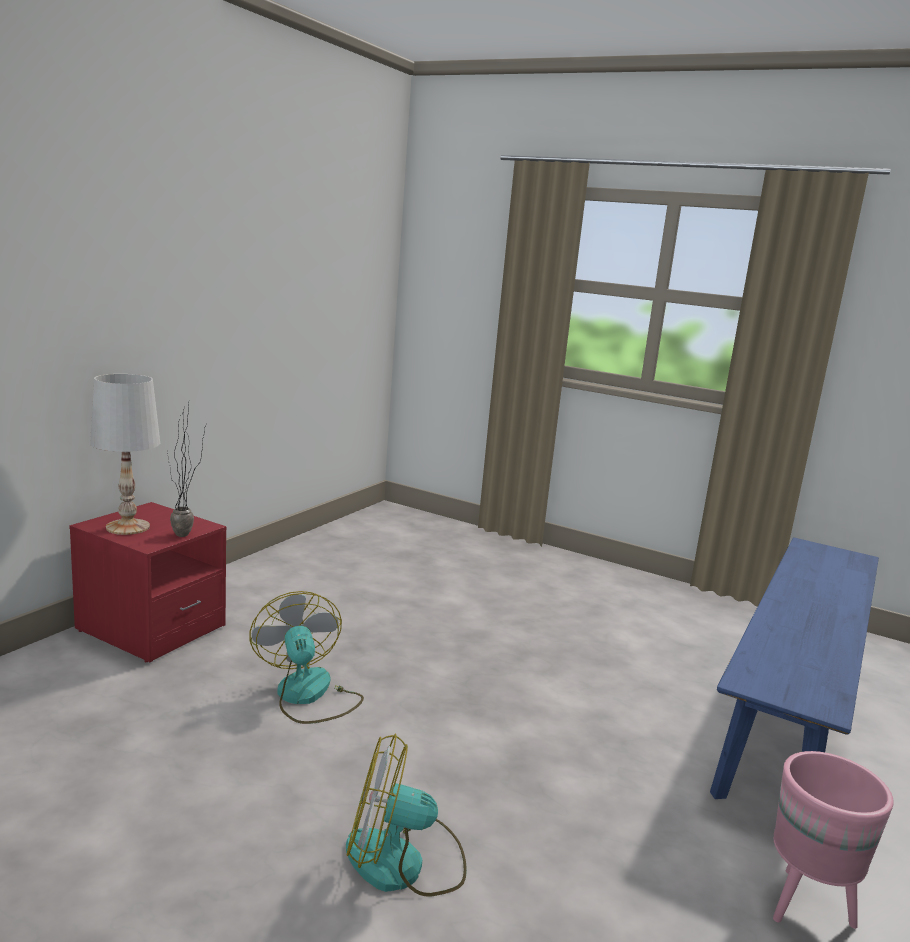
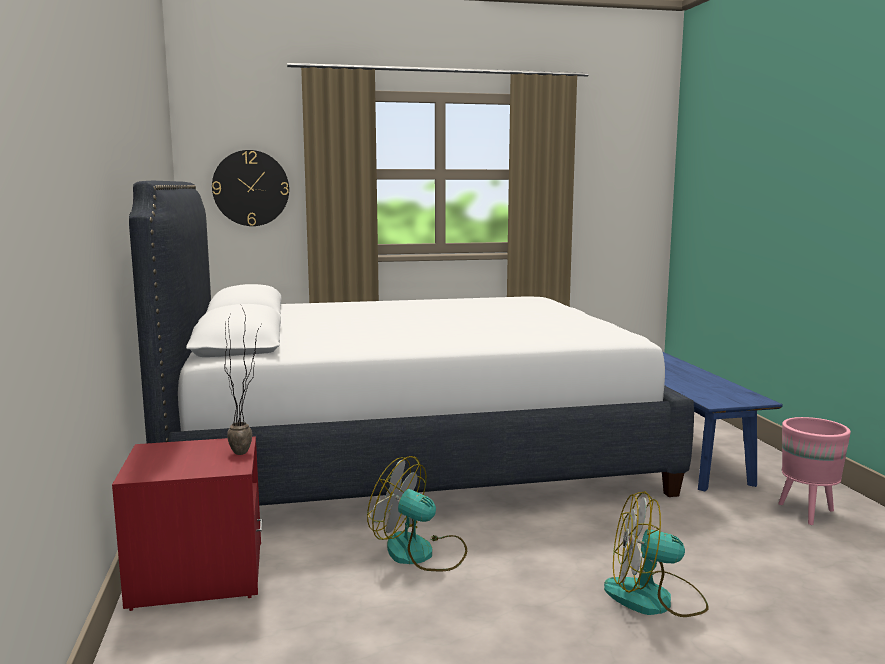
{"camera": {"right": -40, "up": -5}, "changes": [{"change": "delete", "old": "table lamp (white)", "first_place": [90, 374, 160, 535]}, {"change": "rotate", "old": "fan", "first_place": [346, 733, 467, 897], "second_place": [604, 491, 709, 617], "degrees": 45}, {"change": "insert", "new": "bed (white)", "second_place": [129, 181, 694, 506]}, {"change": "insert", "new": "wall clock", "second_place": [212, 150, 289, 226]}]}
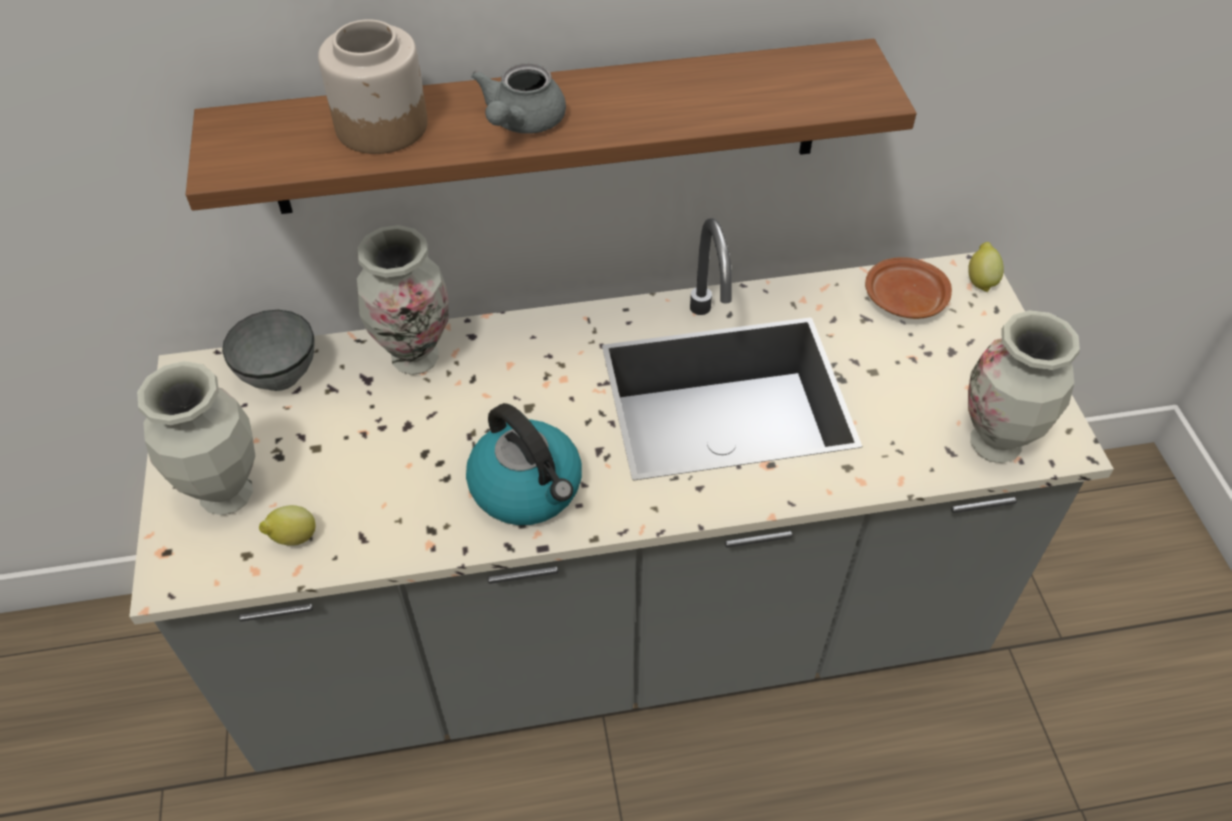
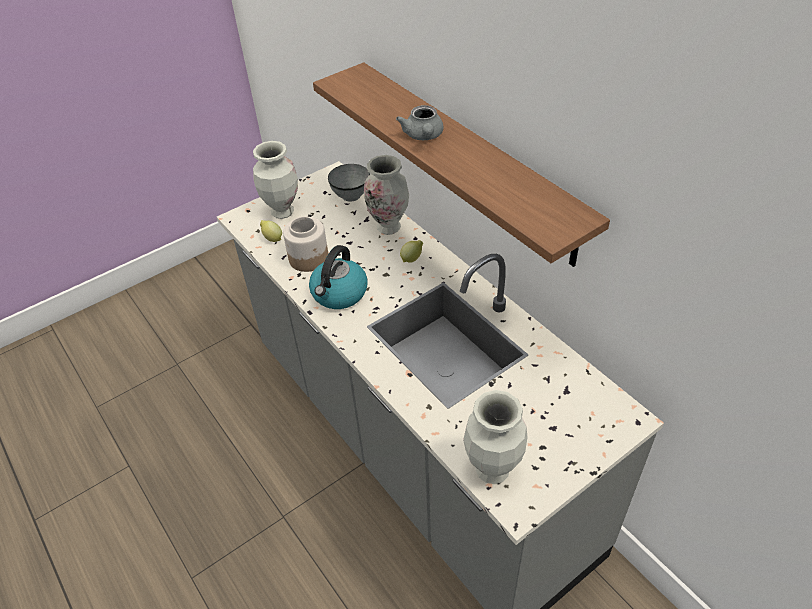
{"camera": {"right": 65, "up": -5}, "changes": [{"change": "move", "old": "jar", "first_place": [318, 19, 428, 154], "second_place": [283, 216, 328, 272]}, {"change": "rotate", "old": "teapot (grey)", "first_place": [471, 63, 566, 134], "second_place": [396, 105, 444, 140], "degrees": -90}, {"change": "delete", "old": "plate (brown)", "first_place": [865, 257, 952, 319]}, {"change": "move", "old": "lemon", "first_place": [968, 242, 1004, 292], "second_place": [400, 240, 423, 263]}]}
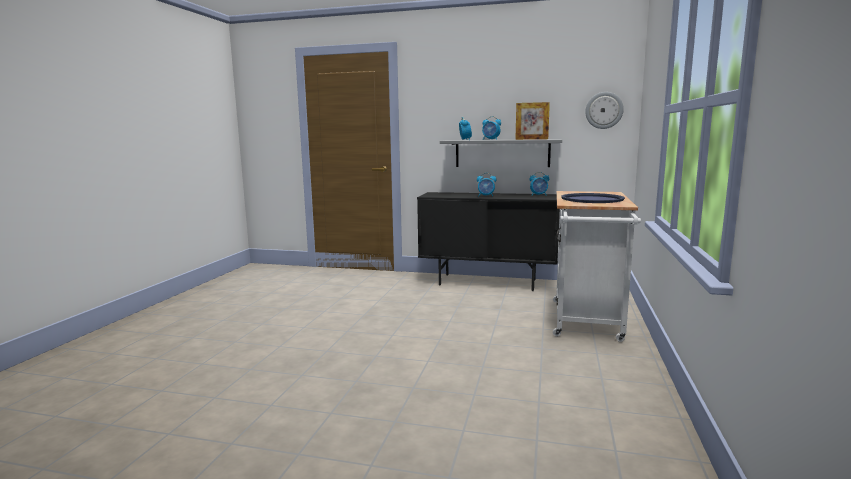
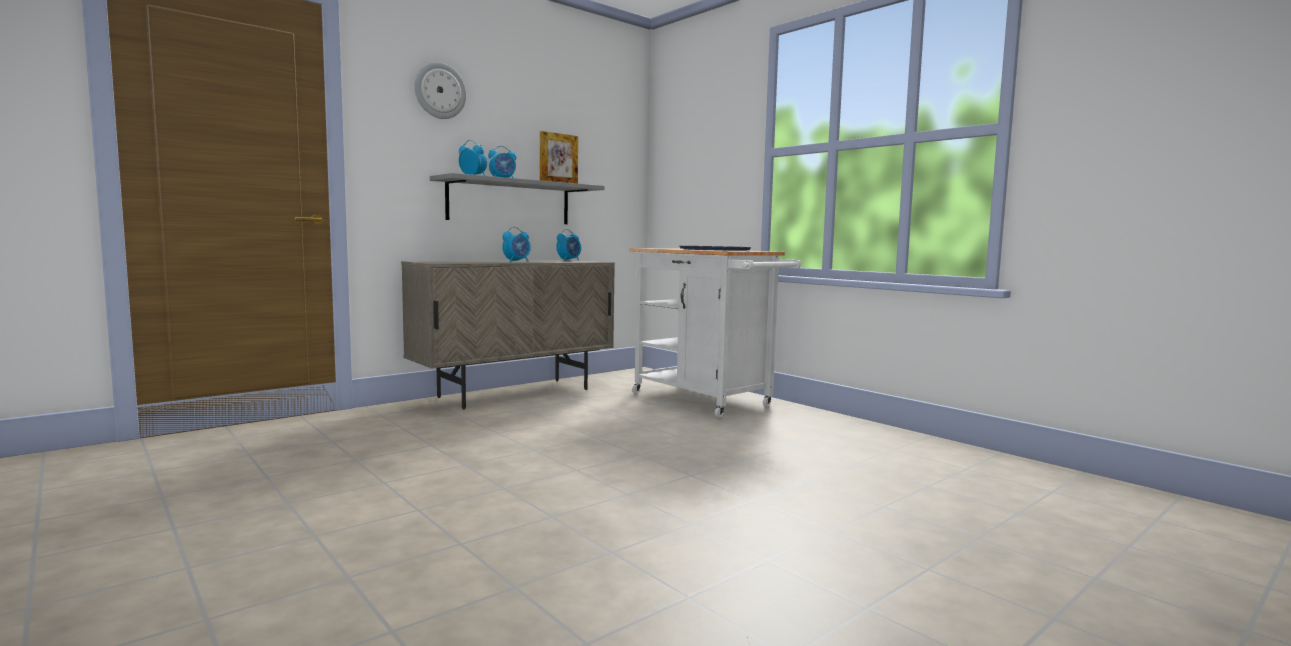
{"camera": {"right": -55, "up": -5}, "changes": [{"change": "recolor", "old": "cabinet (black)", "new": "cabinet (beige)", "first_place": [417, 192, 560, 291], "second_place": [401, 260, 615, 409]}, {"change": "move", "old": "wall clock", "first_place": [585, 92, 624, 129], "second_place": [414, 62, 466, 119]}]}
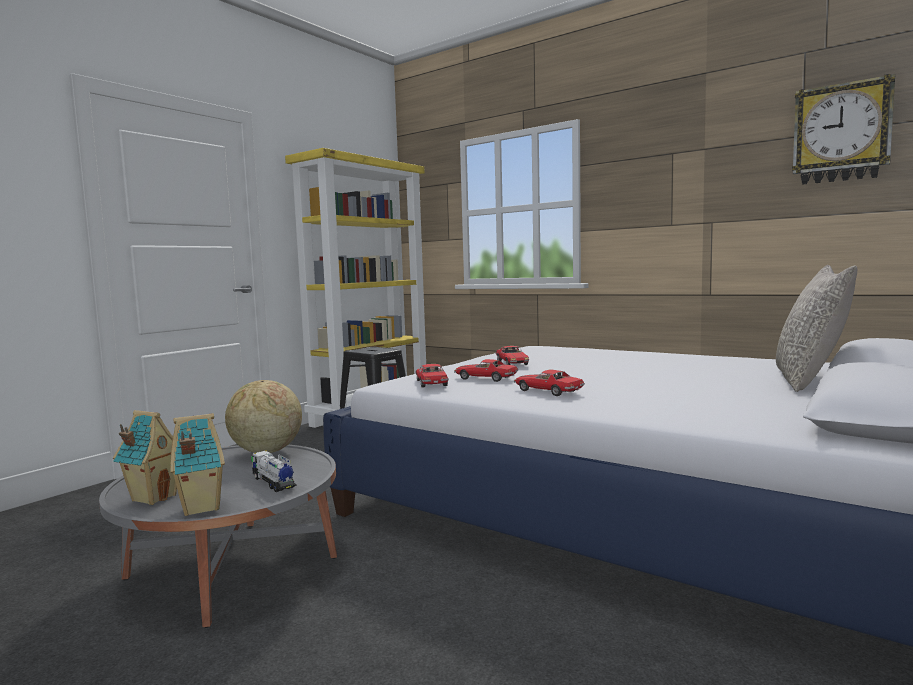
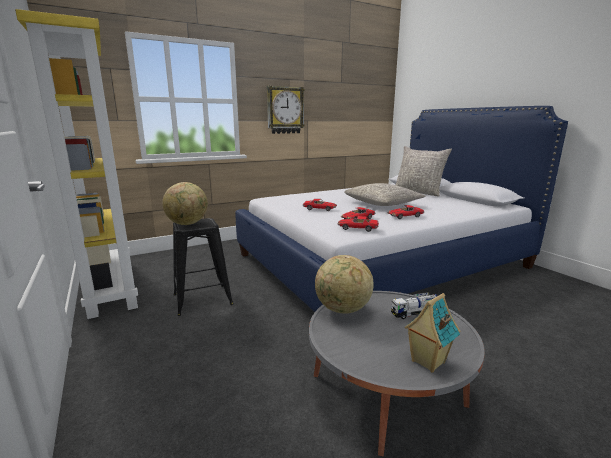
{"camera": {"right": -65, "up": 10}, "changes": [{"change": "delete", "old": "toy house", "first_place": [170, 413, 225, 516]}, {"change": "move", "old": "wall clock", "first_place": [792, 74, 895, 184], "second_place": [267, 86, 305, 134]}, {"change": "insert", "new": "globe", "second_place": [162, 182, 208, 225]}, {"change": "insert", "new": "pillow (grey)", "second_place": [344, 183, 426, 206]}]}
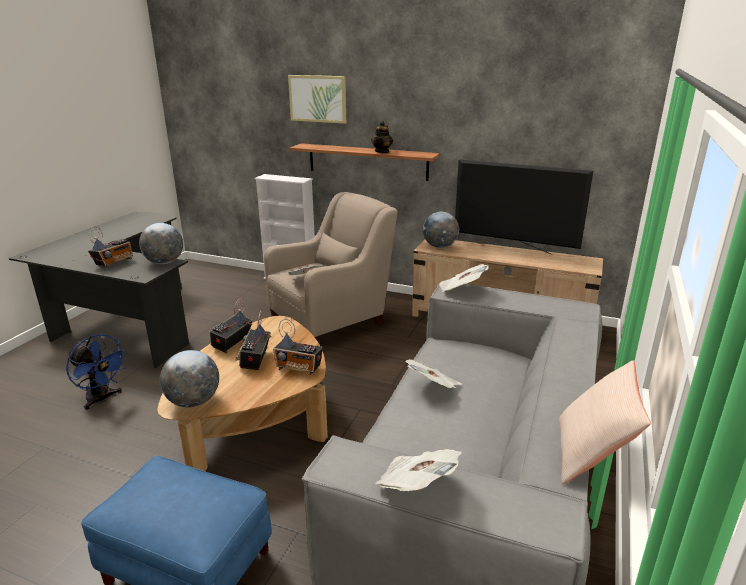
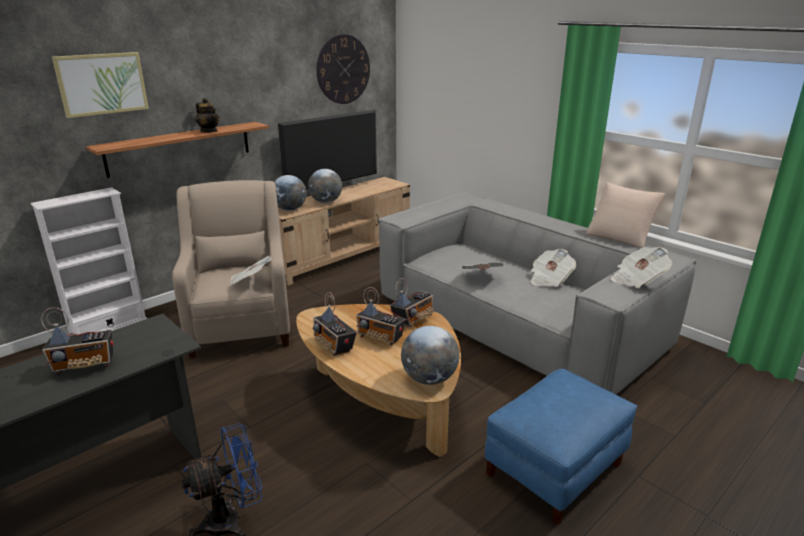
{"camera": {"right": -65, "up": 0}, "changes": [{"change": "rotate", "old": "radio", "first_place": [88, 226, 133, 268], "second_place": [41, 307, 113, 376], "degrees": 105}, {"change": "move", "old": "globe", "first_place": [139, 223, 183, 264], "second_place": [308, 169, 342, 203]}, {"change": "move", "old": "newspaper", "first_place": [440, 264, 489, 292], "second_place": [531, 249, 576, 287]}, {"change": "insert", "new": "wall clock", "second_place": [316, 34, 370, 104]}]}
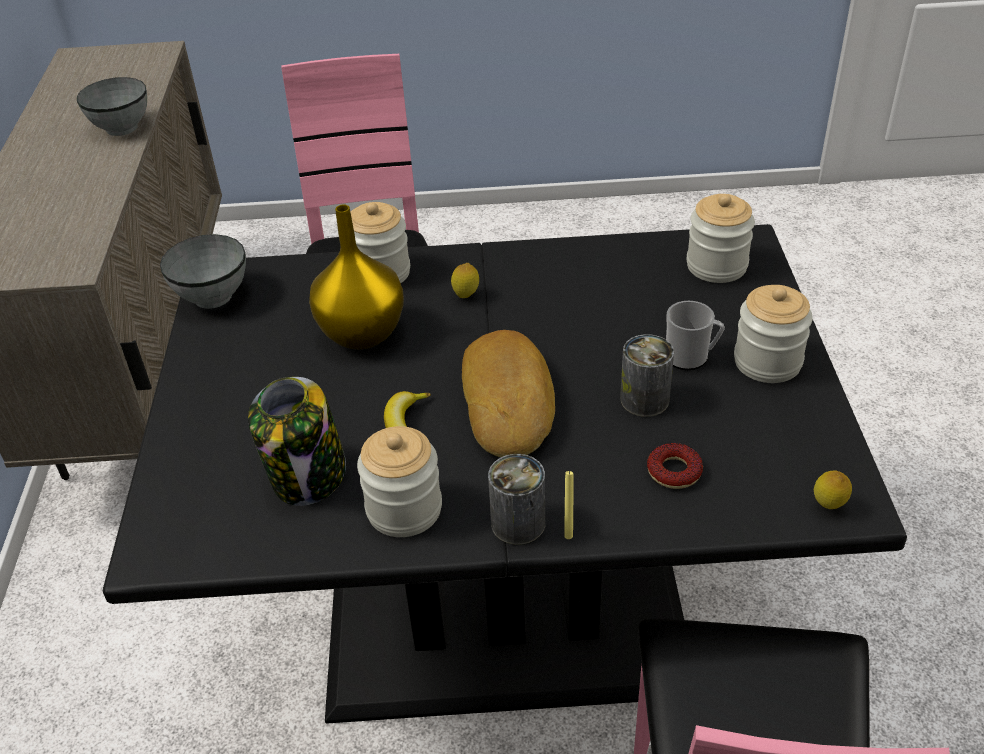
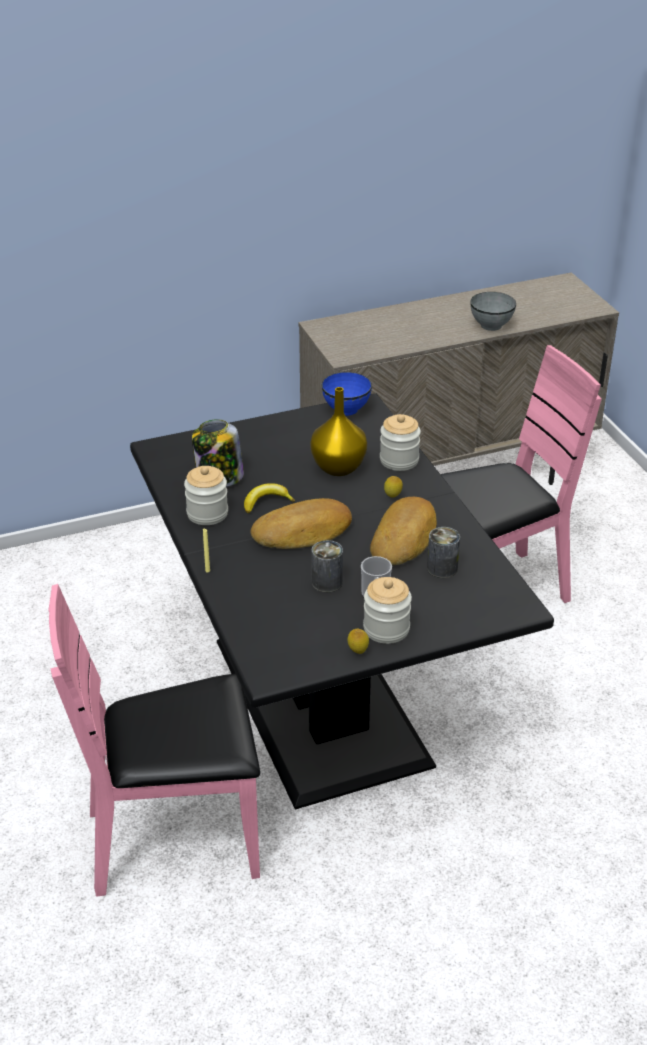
{"camera": {"right": 70, "up": -5}, "changes": [{"change": "recolor", "old": "bowl (grey)", "new": "bowl (blue)", "first_place": [160, 234, 246, 309], "second_place": [322, 372, 372, 416]}, {"change": "move", "old": "can", "first_place": [488, 454, 545, 545], "second_place": [427, 527, 460, 578]}, {"change": "delete", "old": "donut", "first_place": [647, 443, 703, 489]}, {"change": "delete", "old": "jar", "first_place": [687, 194, 755, 283]}, {"change": "move", "old": "lemon", "first_place": [814, 470, 852, 509], "second_place": [347, 629, 369, 654]}, {"change": "insert", "new": "bread", "second_place": [370, 497, 437, 565]}]}
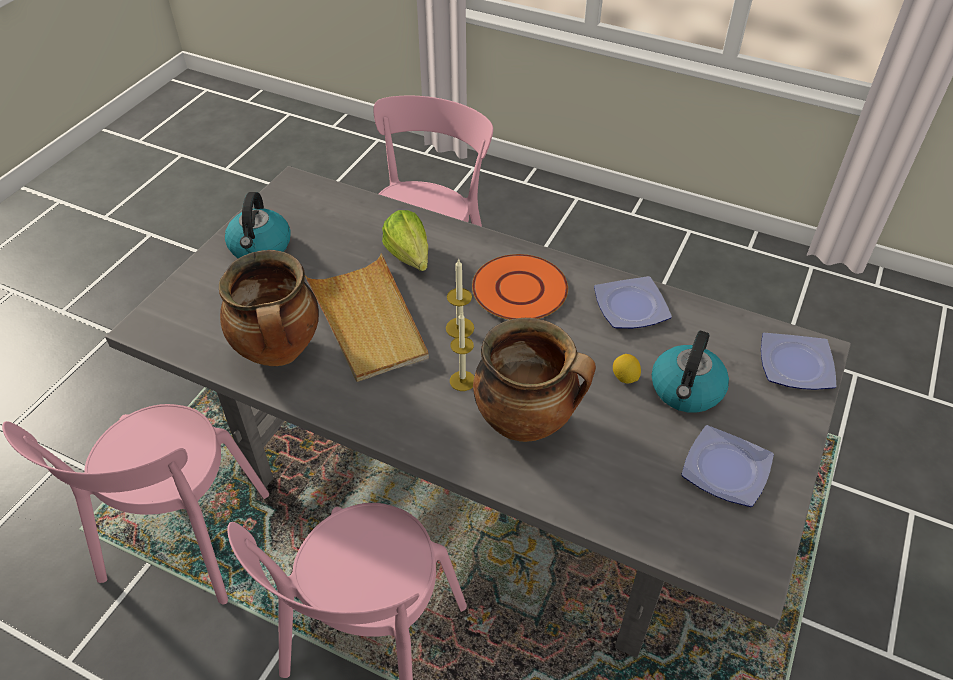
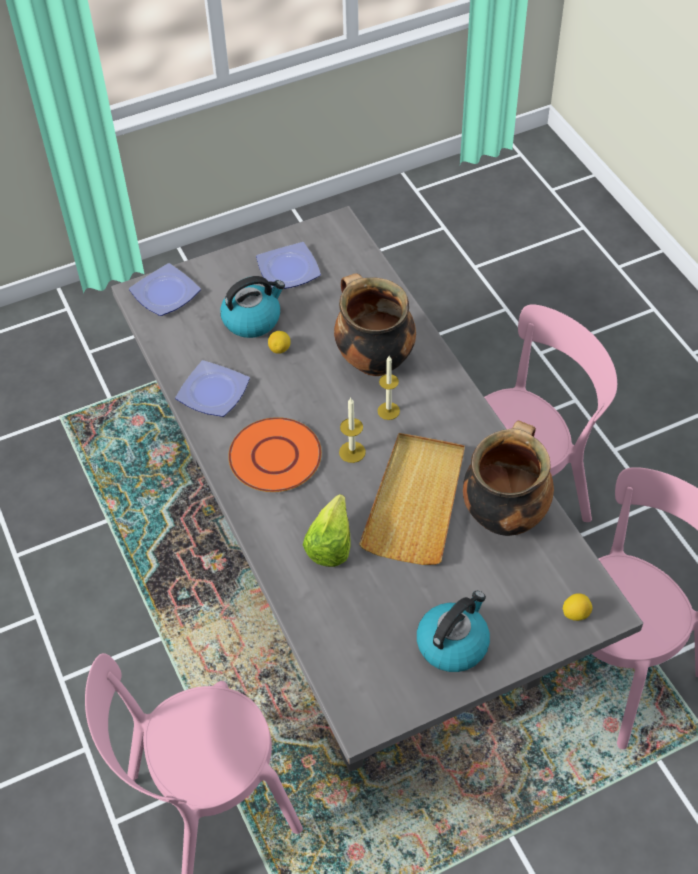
{"camera": {"right": -140, "up": 5}, "changes": [{"change": "insert", "new": "lemon", "second_place": [563, 593, 592, 621]}]}
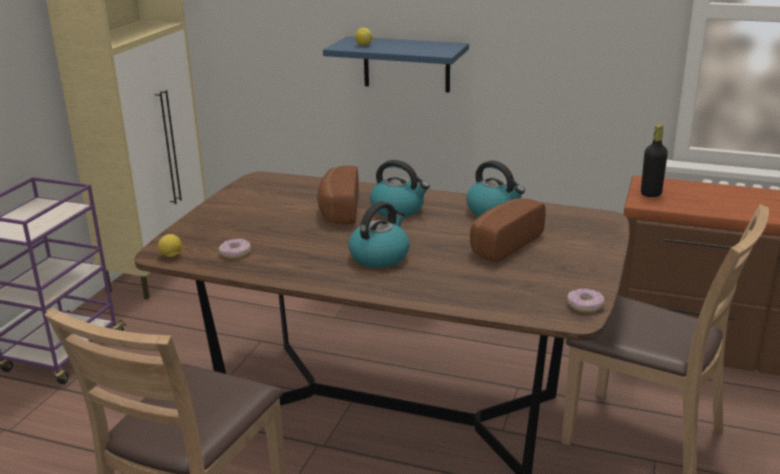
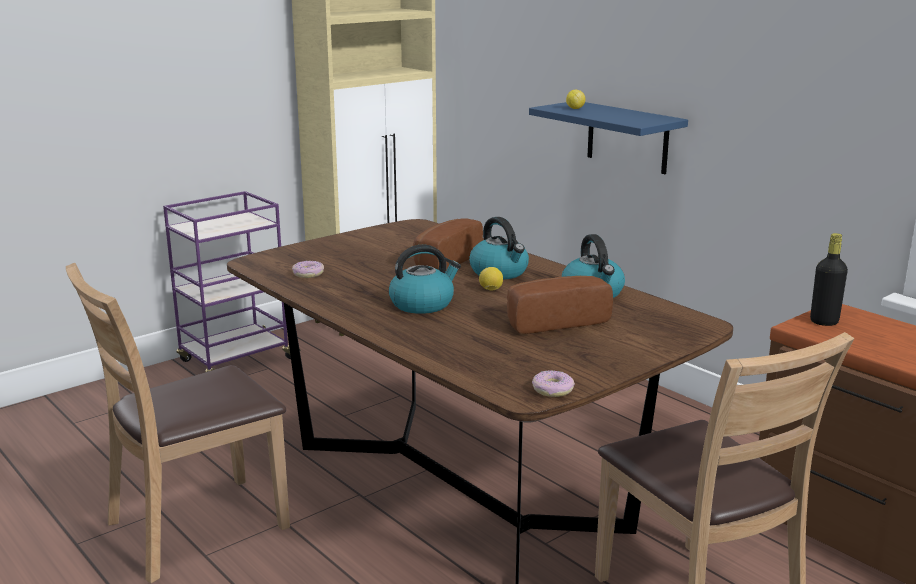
{"camera": {"right": 30, "up": -5}, "changes": [{"change": "move", "old": "lemon", "first_place": [158, 234, 182, 257], "second_place": [479, 267, 503, 291]}]}
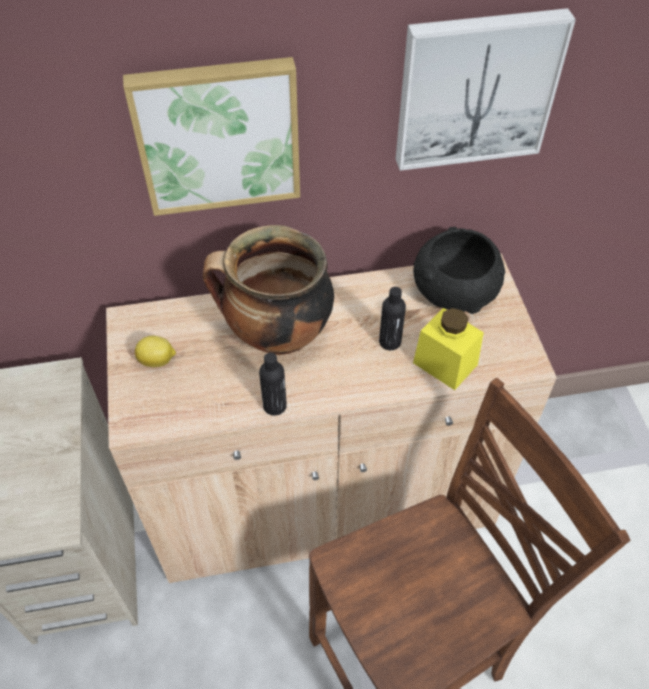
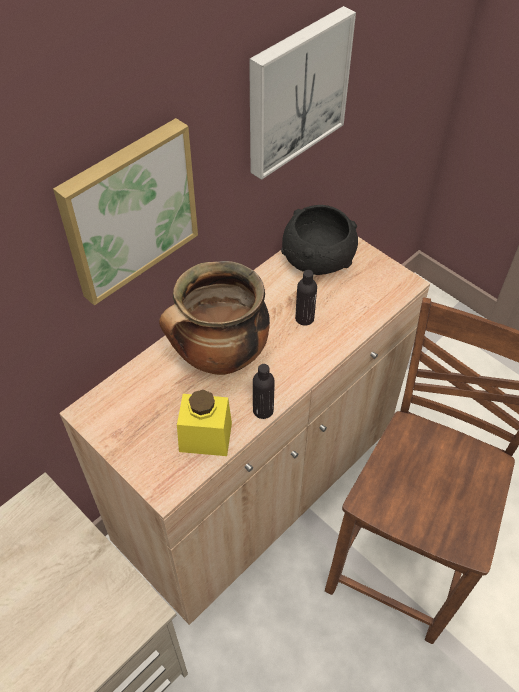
{"camera": {"right": -35, "up": 0}, "changes": [{"change": "delete", "old": "lemon", "first_place": [135, 336, 176, 367]}, {"change": "move", "old": "jar (yellow)", "first_place": [413, 308, 484, 390], "second_place": [177, 390, 232, 456]}]}
